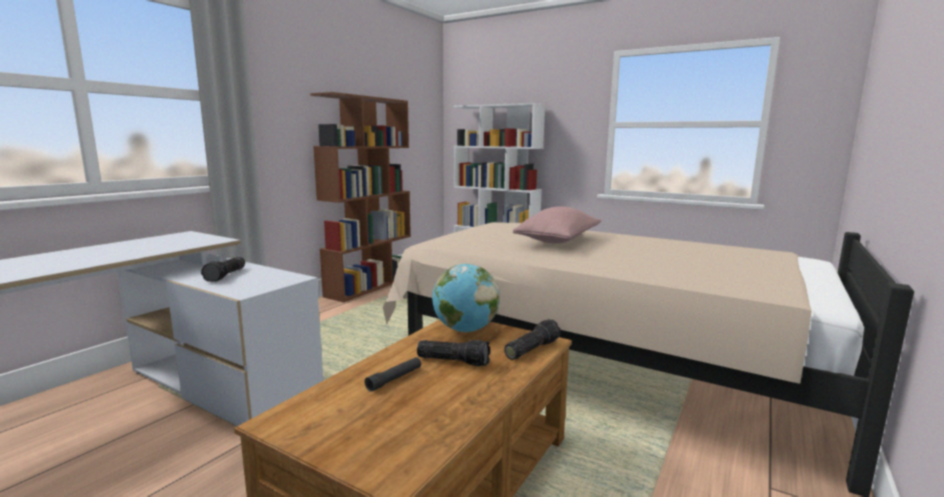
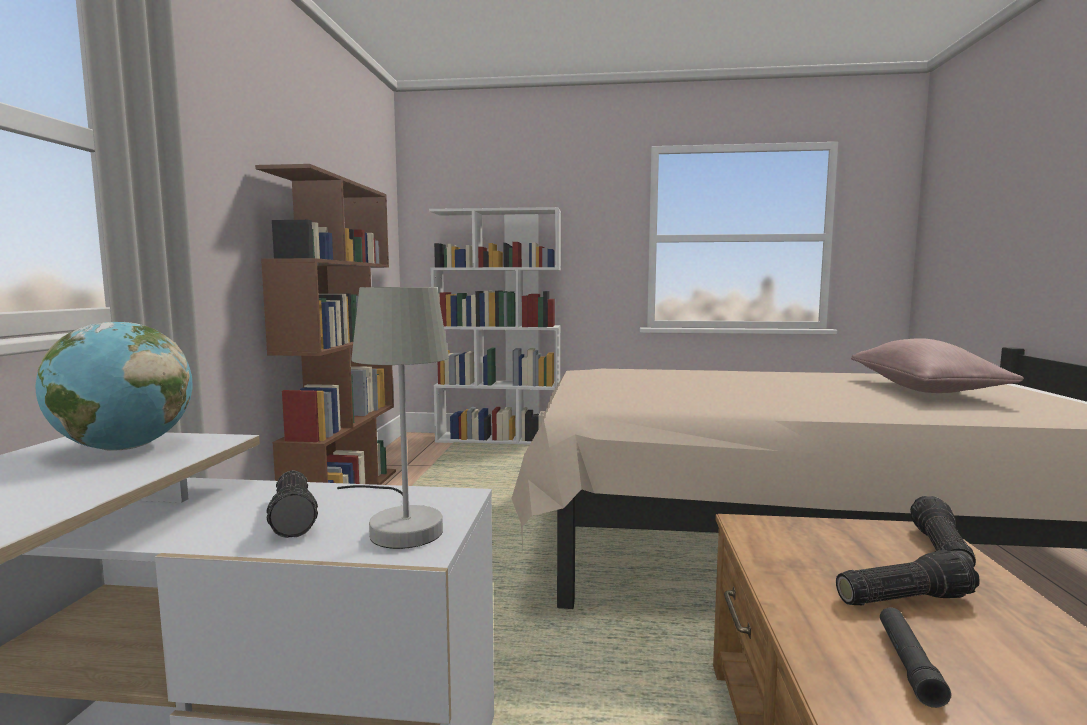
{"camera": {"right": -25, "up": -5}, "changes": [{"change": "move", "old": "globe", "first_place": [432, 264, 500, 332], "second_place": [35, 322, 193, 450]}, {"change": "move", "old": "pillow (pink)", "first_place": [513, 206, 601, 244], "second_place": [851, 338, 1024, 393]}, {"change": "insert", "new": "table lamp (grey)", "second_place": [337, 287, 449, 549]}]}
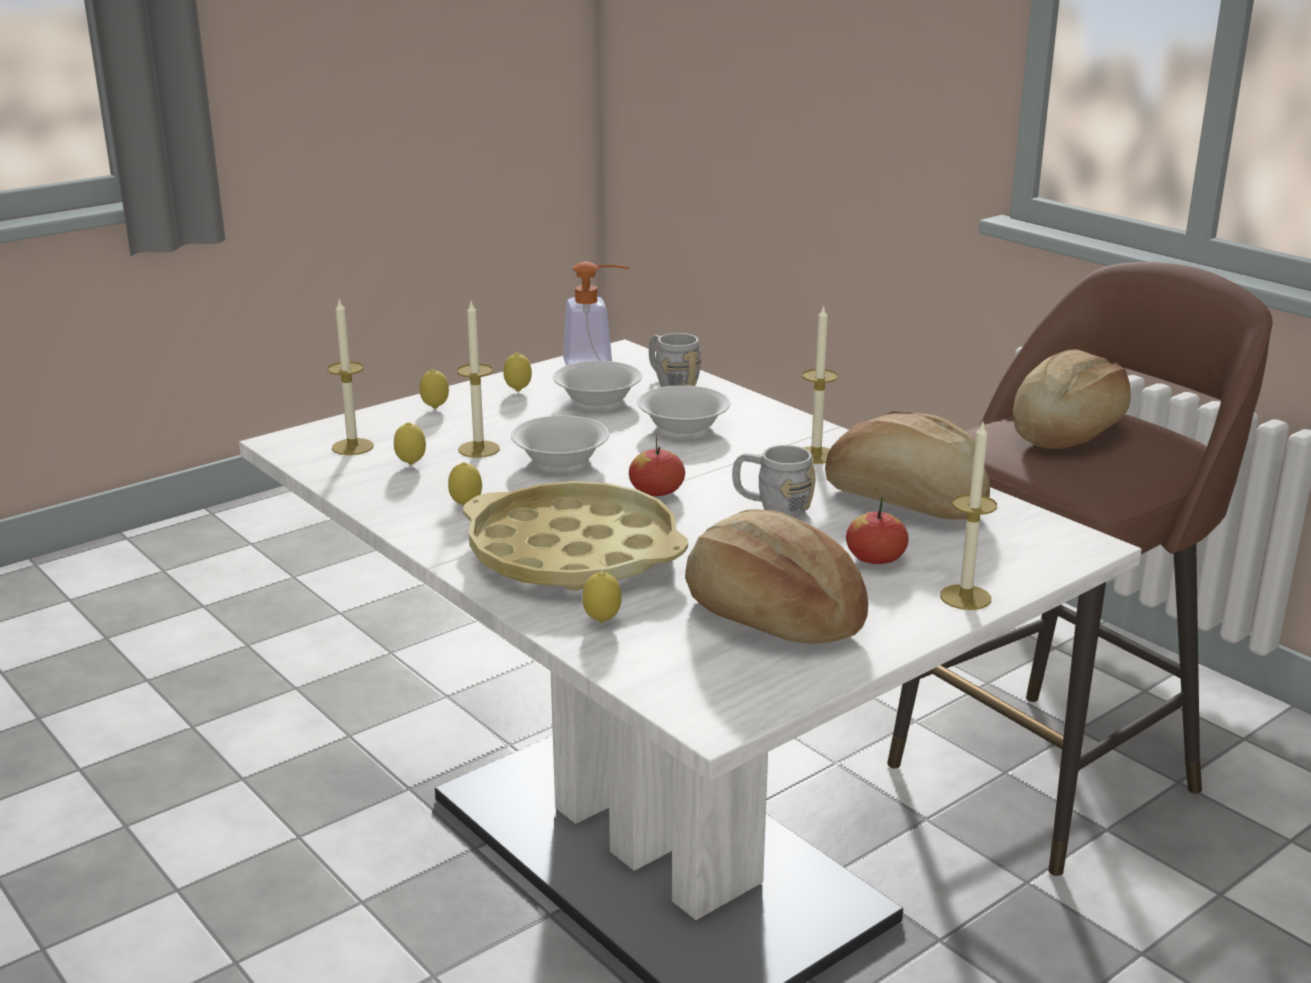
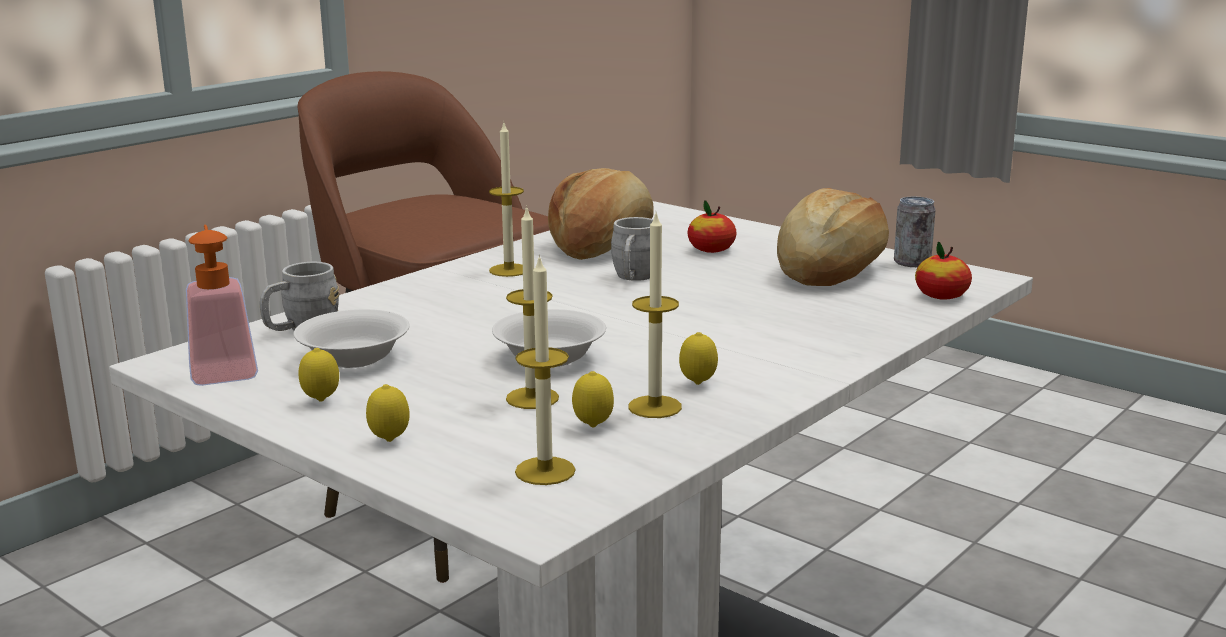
{"camera": {"right": -100, "up": -5}, "changes": [{"change": "delete", "old": "tray (yellow)", "first_place": [463, 481, 688, 591]}, {"change": "delete", "old": "lemon", "first_place": [582, 572, 622, 623]}, {"change": "move", "old": "apple", "first_place": [629, 434, 685, 496], "second_place": [915, 242, 972, 300]}, {"change": "delete", "old": "bowl (white)", "first_place": [637, 385, 731, 434]}, {"change": "move", "old": "candle", "first_place": [940, 420, 997, 610], "second_place": [628, 214, 682, 418]}, {"change": "delete", "old": "bread", "first_place": [1013, 349, 1131, 449]}, {"change": "insert", "new": "can", "second_place": [894, 196, 935, 267]}]}
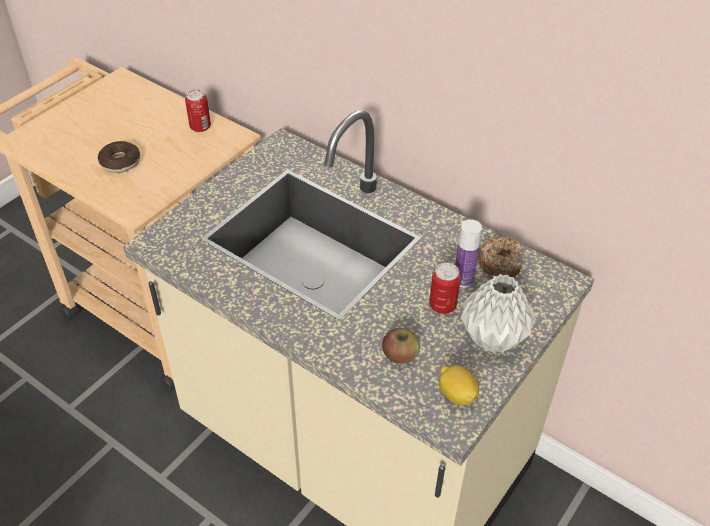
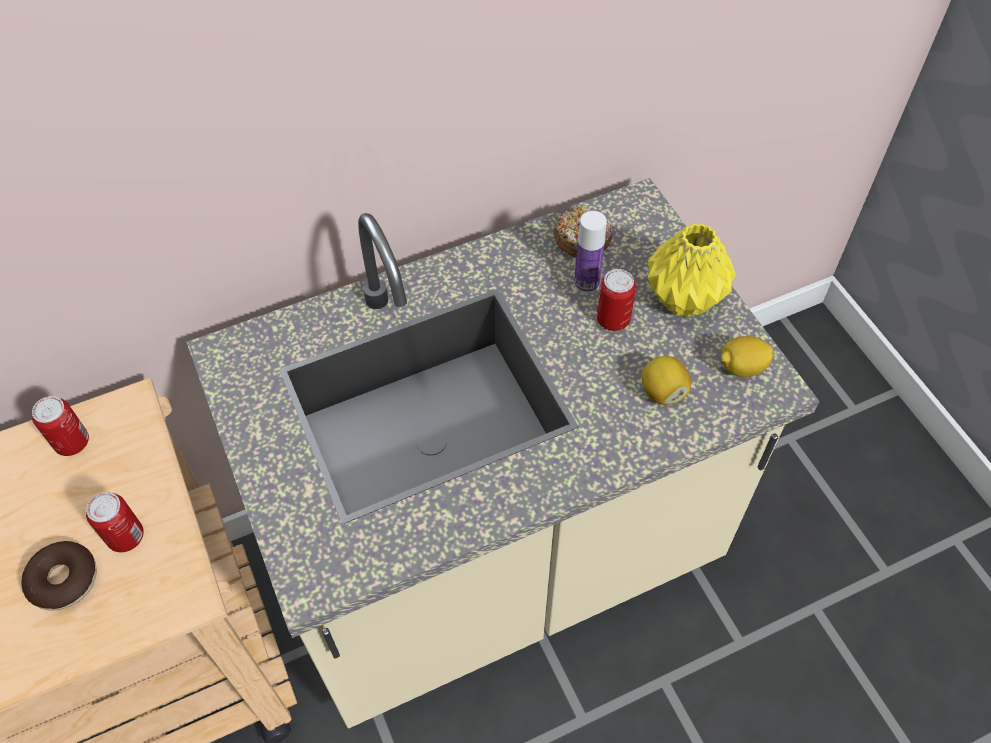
{"camera": {"right": -60, "up": 10}, "changes": [{"change": "replace", "old": "apple", "new": "lemon", "first_place": [382, 328, 420, 363], "second_place": [642, 356, 691, 405]}, {"change": "recolor", "old": "vase (grey)", "new": "vase (yellow)", "first_place": [461, 274, 536, 354], "second_place": [648, 223, 736, 317]}, {"change": "insert", "new": "can", "second_place": [86, 492, 144, 552]}]}
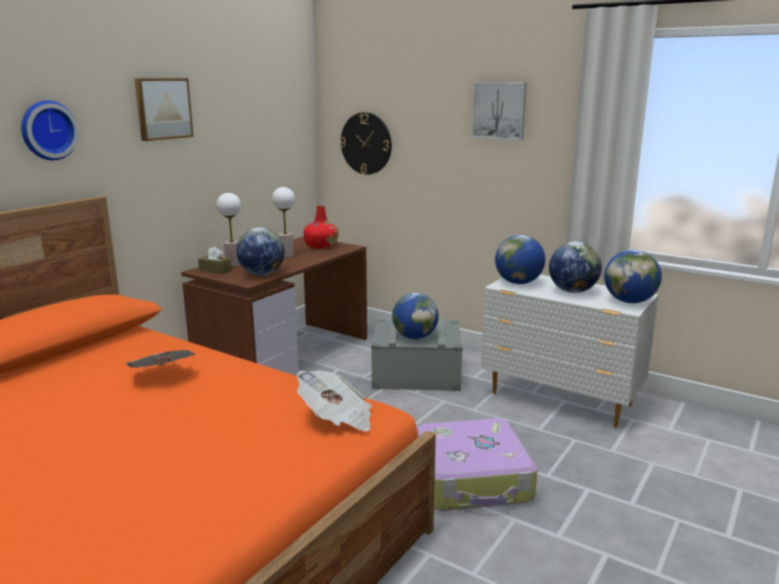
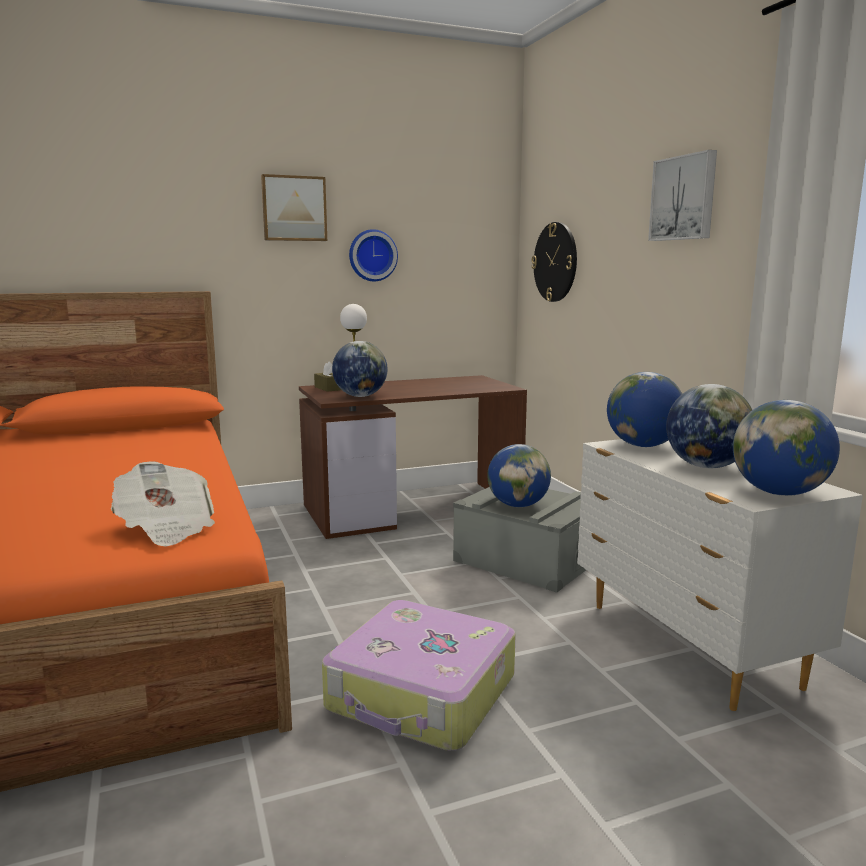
{"camera": {"right": 35, "up": -5}, "changes": [{"change": "move", "old": "wall clock", "first_place": [21, 100, 79, 160], "second_place": [349, 229, 398, 281]}, {"change": "delete", "old": "newspaper", "first_place": [126, 350, 195, 368]}, {"change": "delete", "old": "table lamp", "first_place": [272, 187, 295, 258]}, {"change": "delete", "old": "bottle (red)", "first_place": [304, 205, 338, 249]}]}
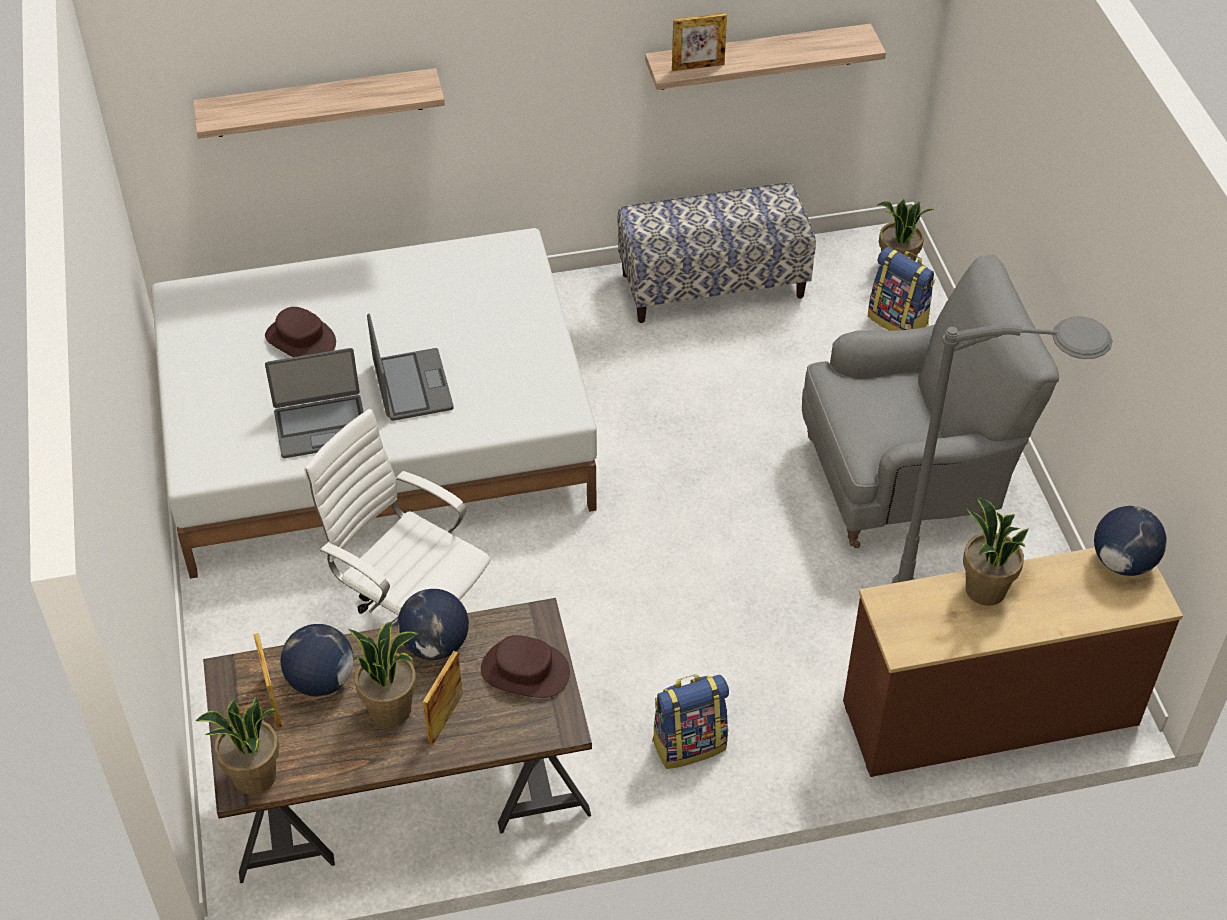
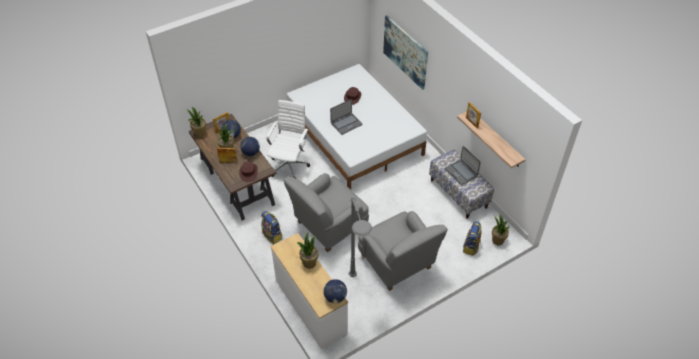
{"camera": {"right": 70, "up": 0}, "changes": [{"change": "replace", "old": "shelf", "new": "picture", "first_place": [193, 68, 445, 139], "second_place": [383, 15, 428, 90]}, {"change": "move", "old": "laptop", "first_place": [265, 348, 364, 458], "second_place": [445, 146, 481, 185]}, {"change": "recolor", "old": "dresser (brown)", "new": "dresser (white)", "first_place": [843, 548, 1183, 777], "second_place": [270, 233, 348, 349]}, {"change": "insert", "new": "armchair (grey)", "second_place": [283, 173, 369, 252]}]}
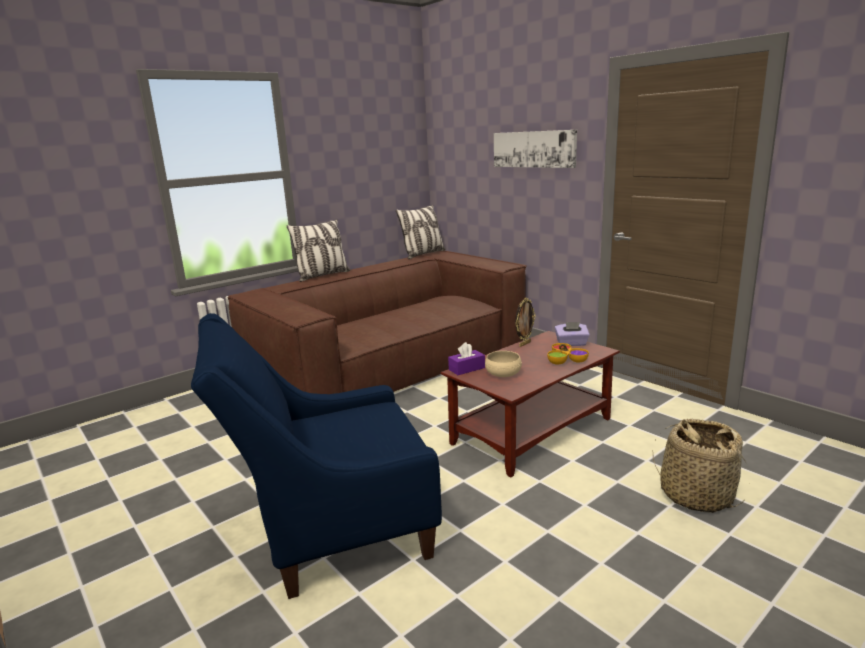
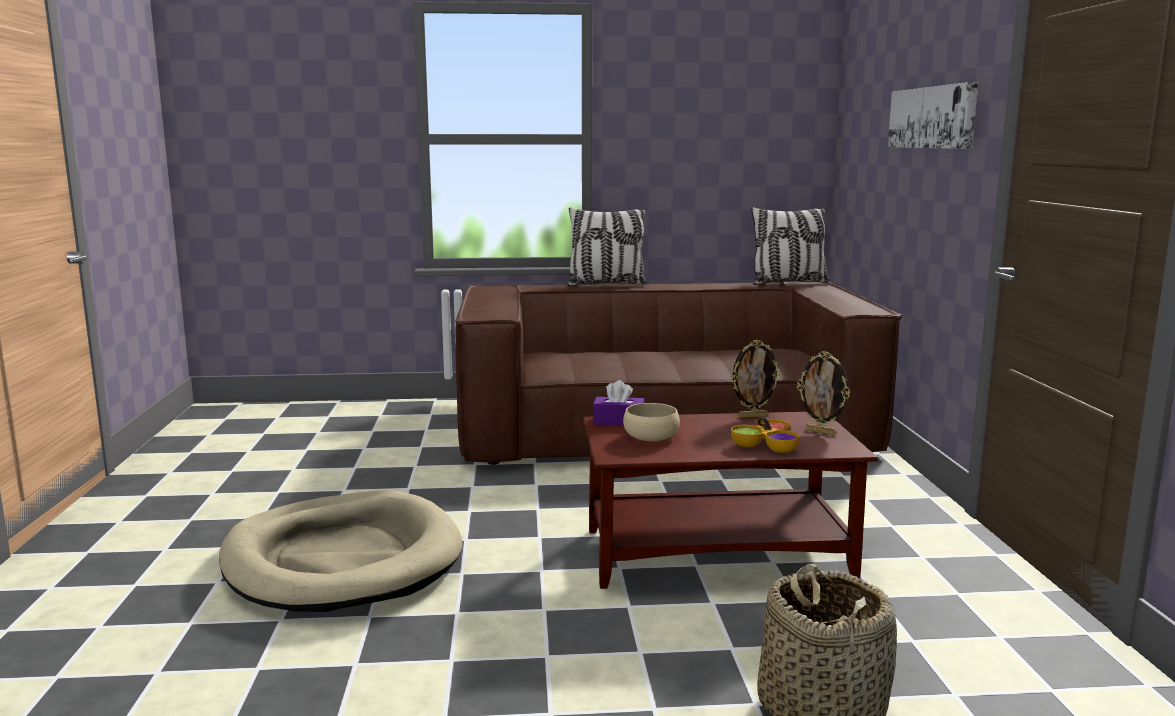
{"camera": {"right": 35, "up": -5}, "changes": [{"change": "replace", "old": "armchair (blue)", "new": "dog bed (beige)", "first_place": [191, 313, 442, 599], "second_place": [219, 490, 462, 612]}, {"change": "replace", "old": "tissue box (purple)", "new": "picture frame", "first_place": [555, 322, 590, 346], "second_place": [797, 351, 850, 435]}]}
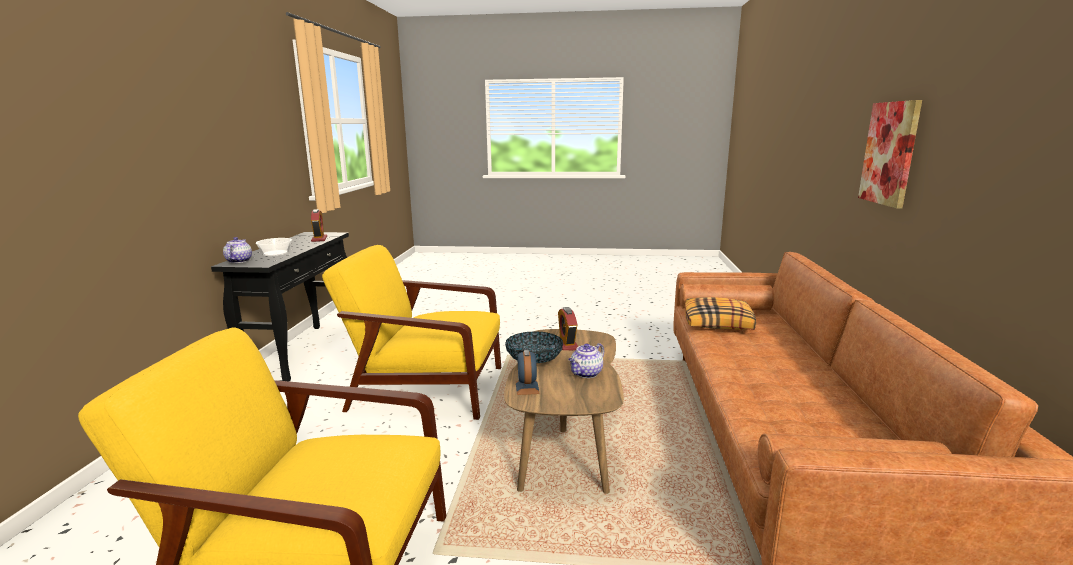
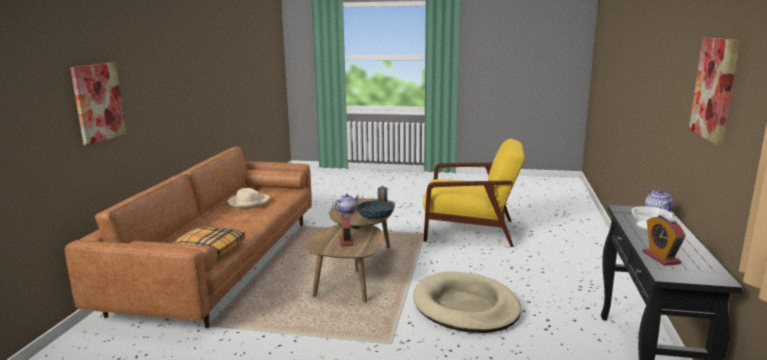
{"camera": {"right": -175, "up": 0}, "changes": [{"change": "replace", "old": "armchair (yellow)", "new": "dog bed (beige)", "first_place": [322, 245, 501, 420], "second_place": [413, 271, 521, 333]}, {"change": "insert", "new": "hat (beige)", "second_place": [227, 188, 270, 209]}, {"change": "insert", "new": "picture", "second_place": [689, 37, 740, 145]}]}
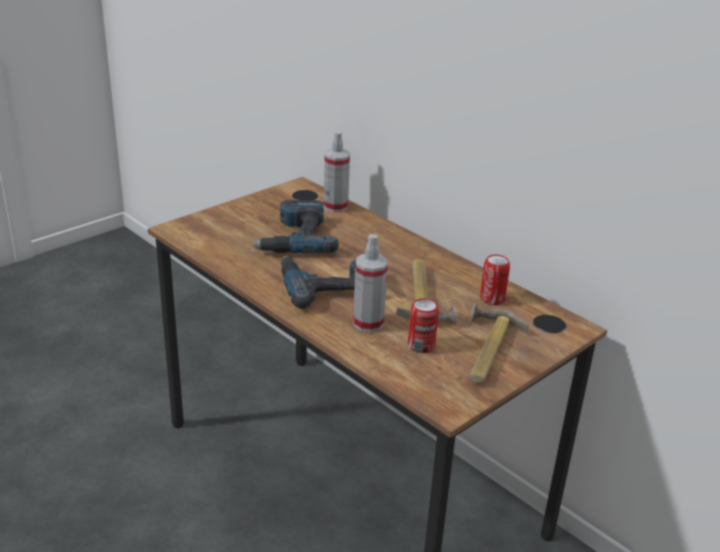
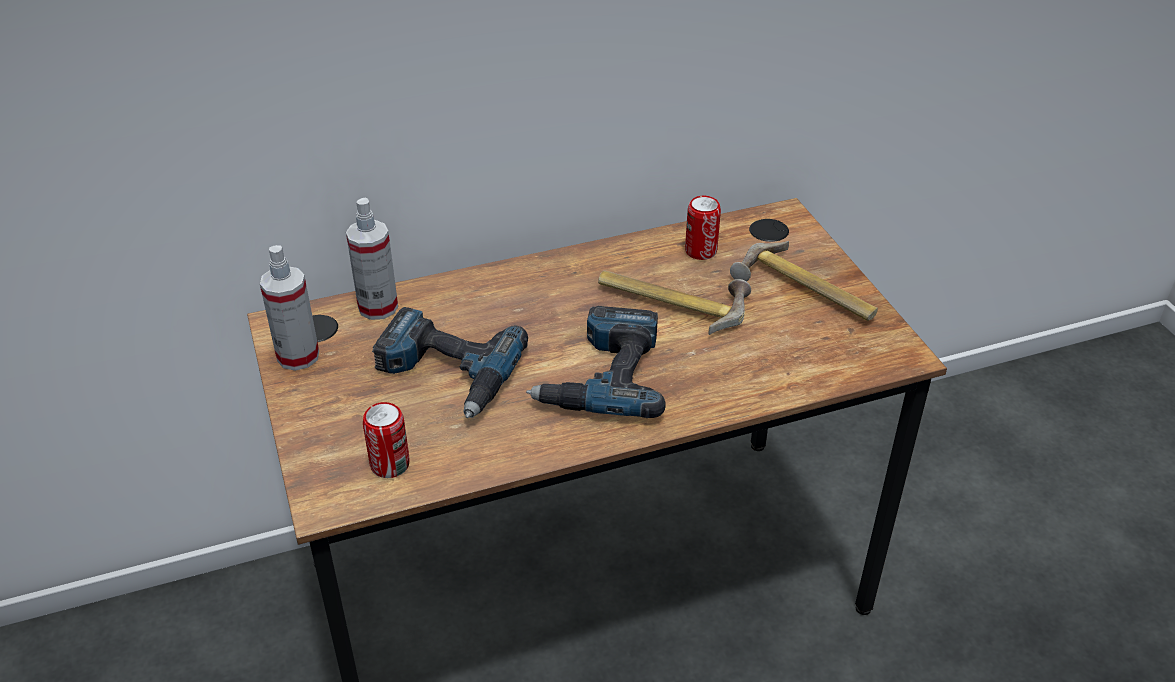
{"camera": {"right": -65, "up": 10}, "changes": [{"change": "move", "old": "spray bottle", "first_place": [353, 234, 388, 332], "second_place": [260, 245, 319, 371]}, {"change": "move", "old": "can", "first_place": [408, 298, 439, 353], "second_place": [363, 402, 410, 478]}]}
